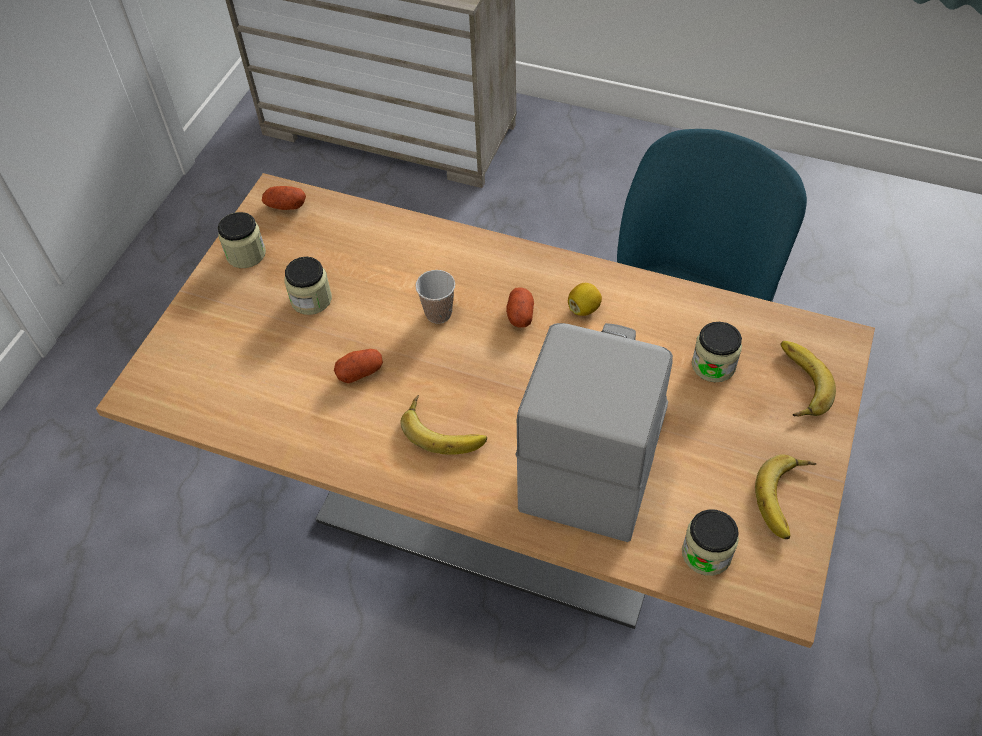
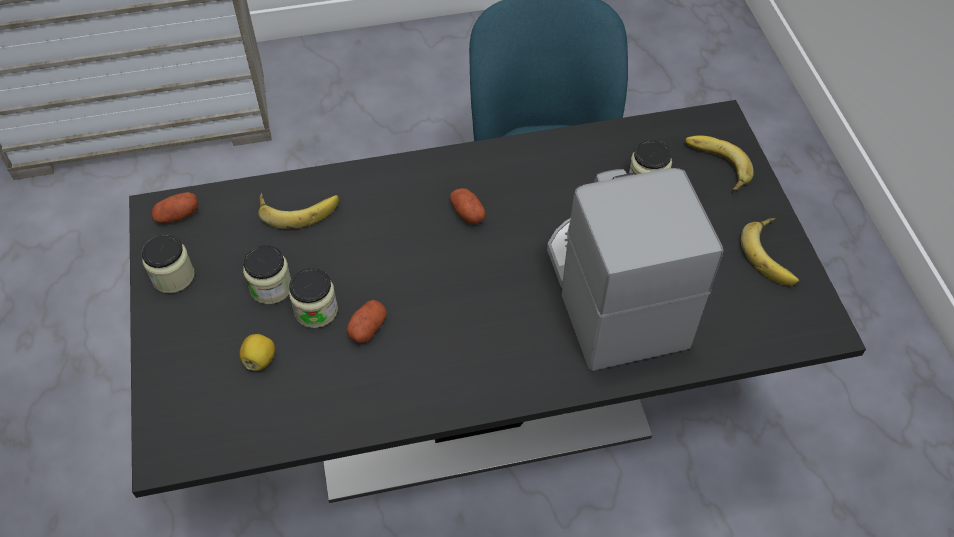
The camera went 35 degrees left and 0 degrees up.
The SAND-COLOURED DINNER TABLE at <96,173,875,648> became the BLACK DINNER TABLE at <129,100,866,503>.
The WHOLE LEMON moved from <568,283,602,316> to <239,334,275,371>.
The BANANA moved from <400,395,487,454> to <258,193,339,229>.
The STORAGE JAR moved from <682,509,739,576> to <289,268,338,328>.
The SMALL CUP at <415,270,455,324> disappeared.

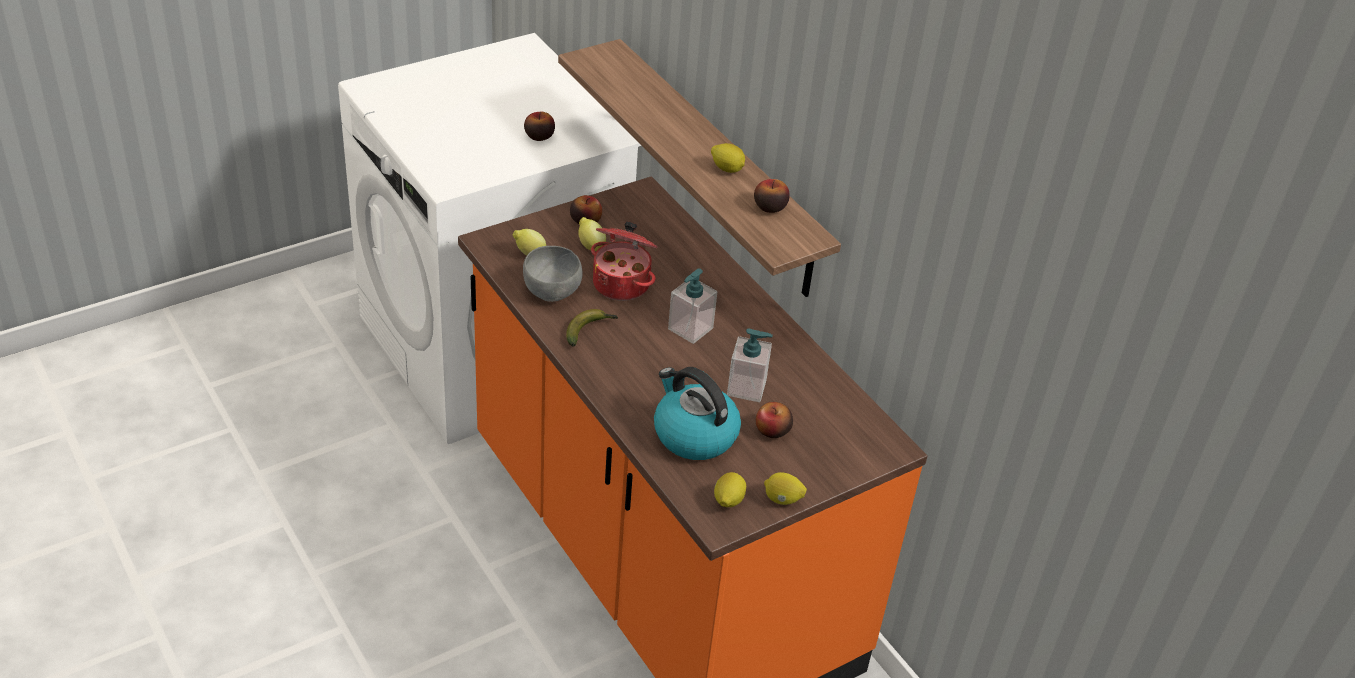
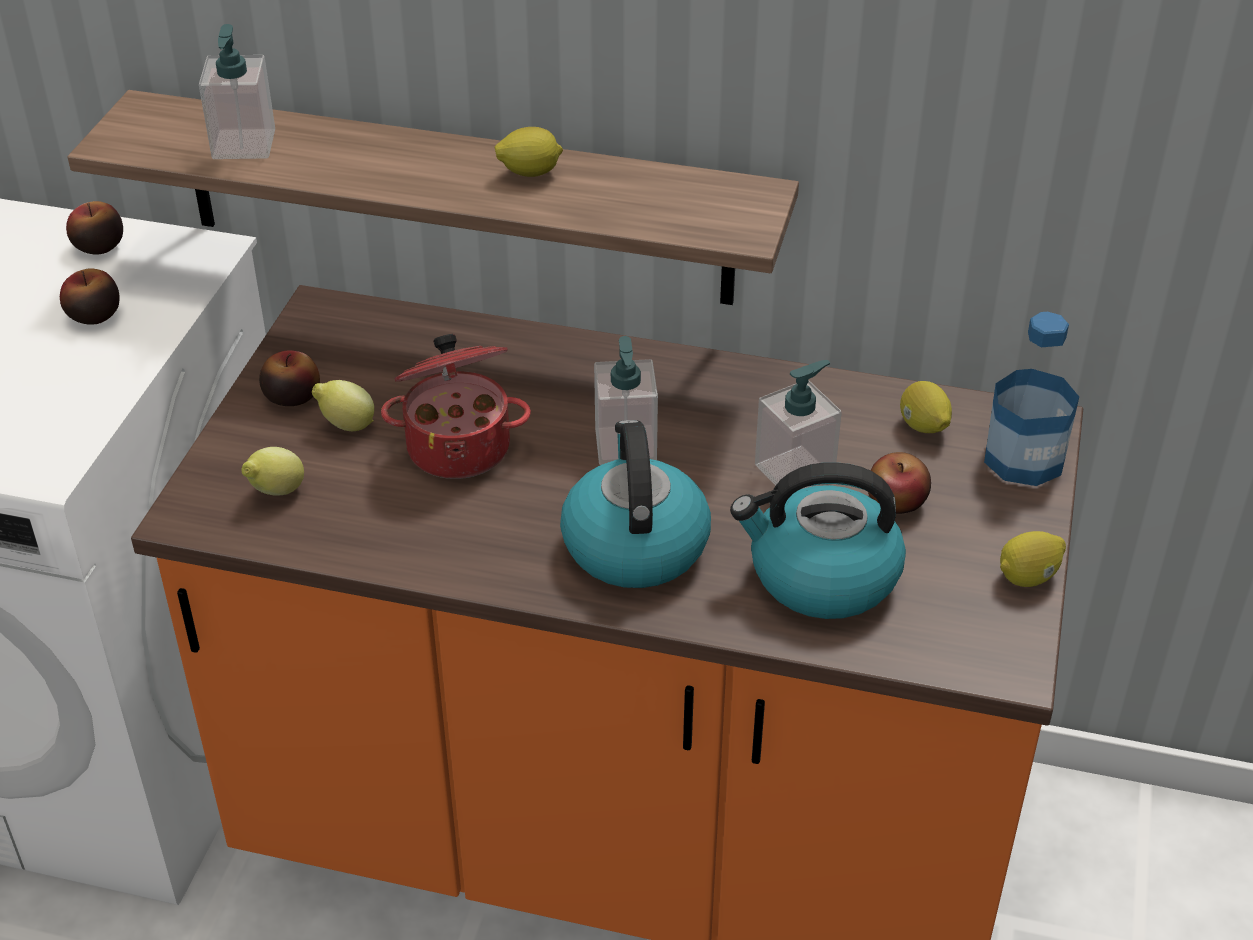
The camera went 40 degrees left and 0 degrees up.
The APPLE moved from <754,179,790,213> to <66,201,123,254>.
The LIQUID SOAP BOTTLE at <199,24,275,159> appeared.
The TEA KETTLE at <560,420,711,588> appeared.
The WHOLE LEMON moved from <714,472,746,507> to <900,381,952,433>.
The BOTTLE at <984,312,1079,486> appeared.
The GRAY BOWL at <523,246,583,302> disappeared.
The BANANA at <566,309,618,347> disappeared.

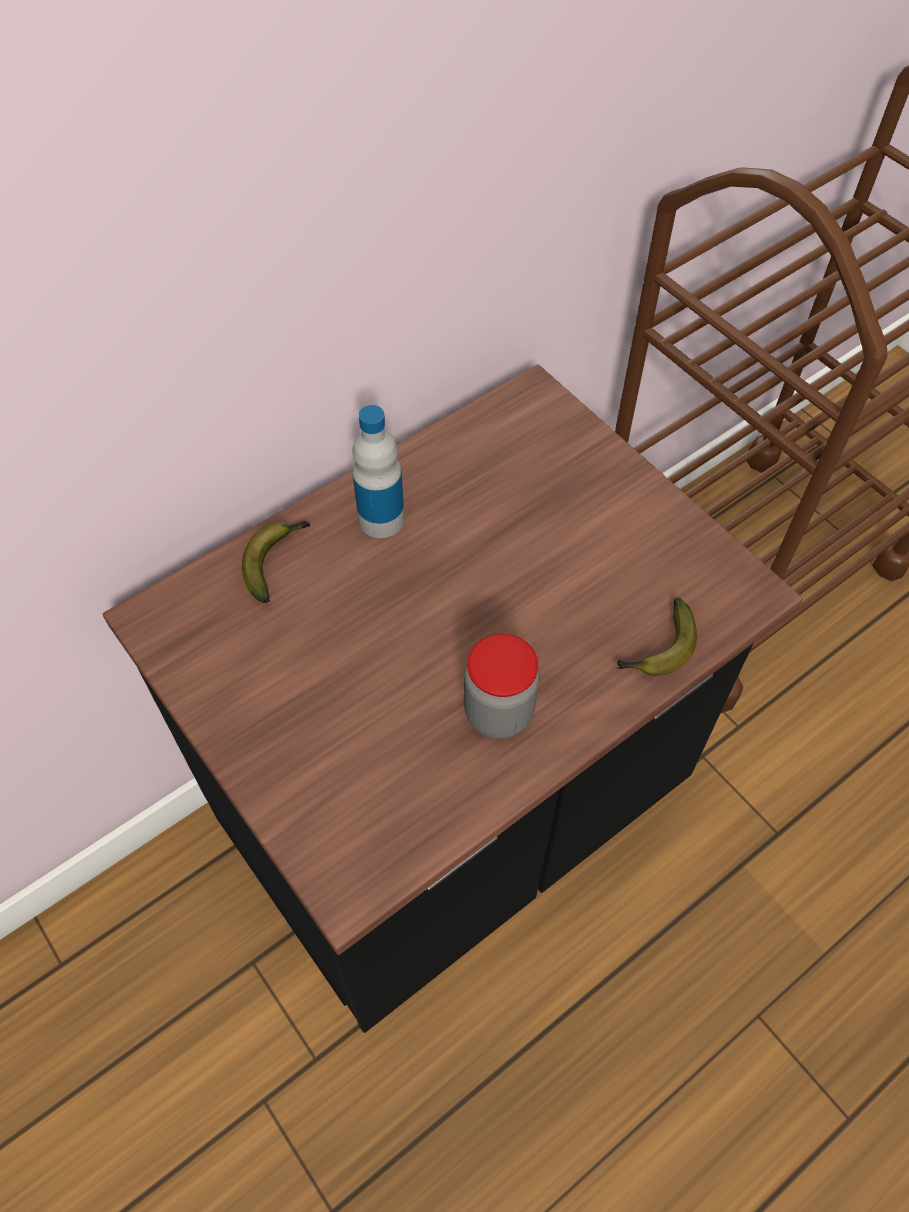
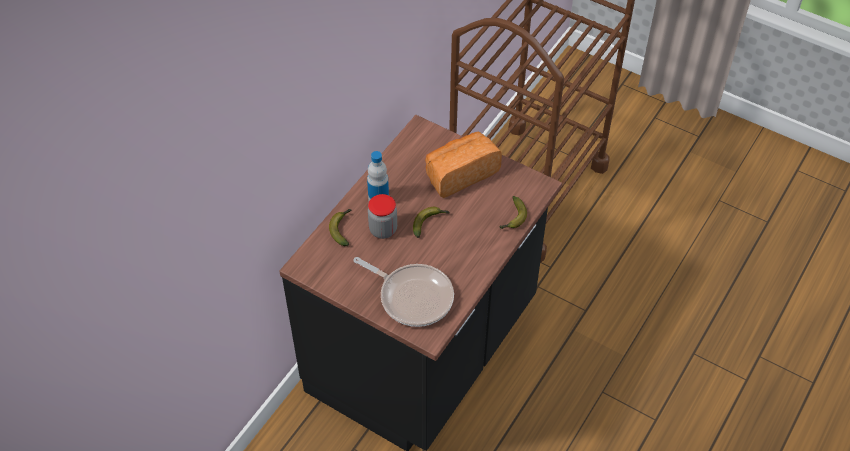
The camera went 20 degrees left and 5 degrees down.
The SKILLET at <353,257,454,327> appeared.
The STORAGE JAR moved from <464,633,539,739> to <368,194,397,239>.
The BANANA at <413,207,449,238> appeared.
The BREAD at <425,132,502,198> appeared.

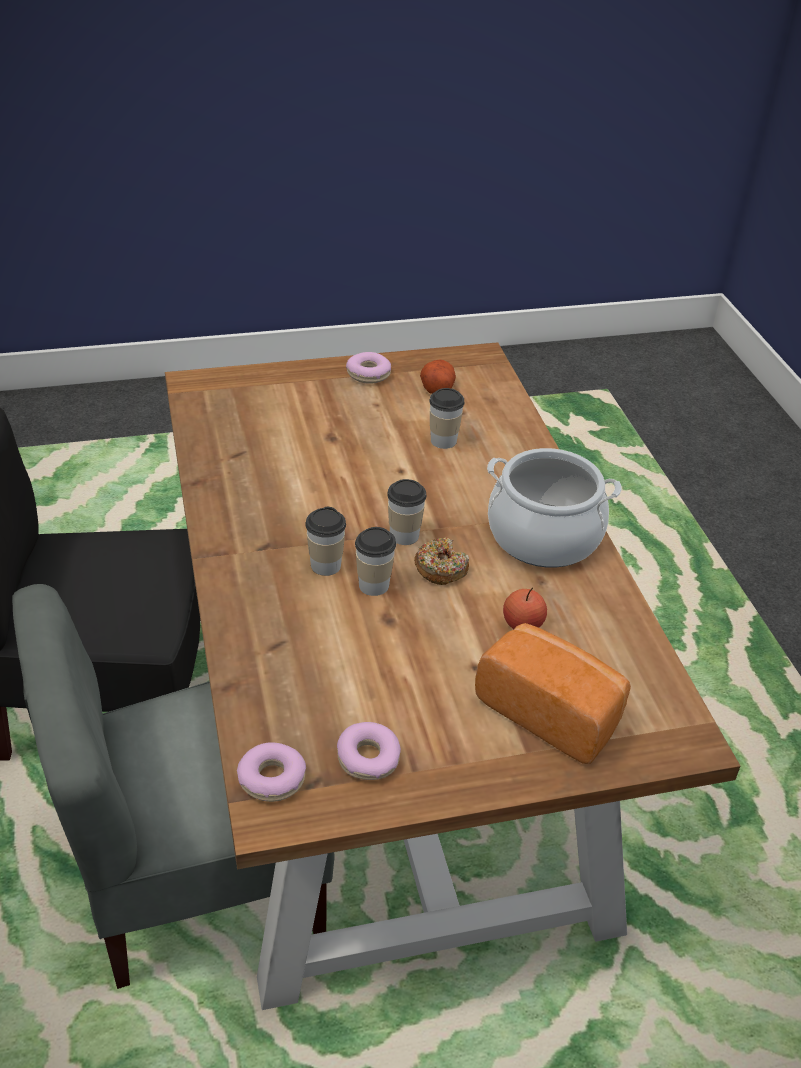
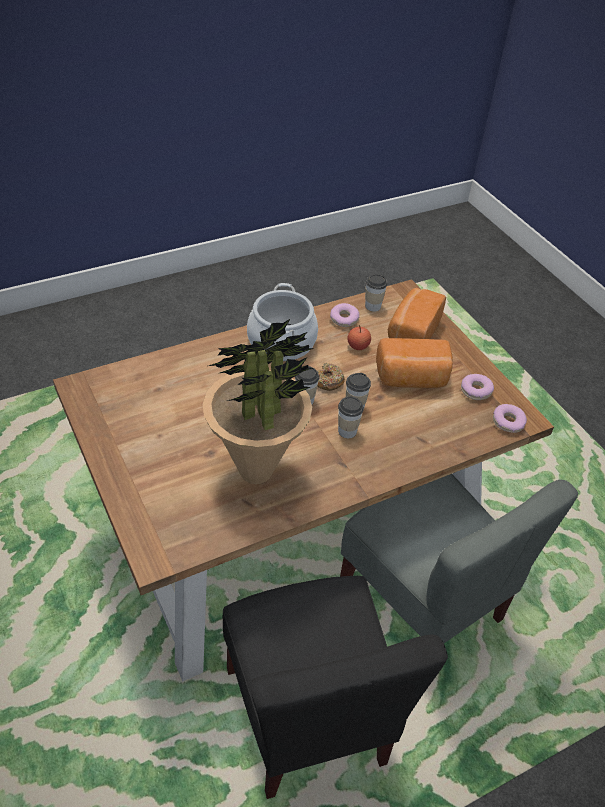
The camera went 105 degrees left and 5 degrees up.
The POTTED PLANT at <203,318,314,484> appeared.
The DONUT moved from <346,352,391,384> to <330,303,360,327>.
The SMALL CUP moved from <429,388,464,449> to <365,274,387,312>.
The BREAD at <376,338,453,388> appeared.
The SPUD at <420,360,456,394> disappeared.

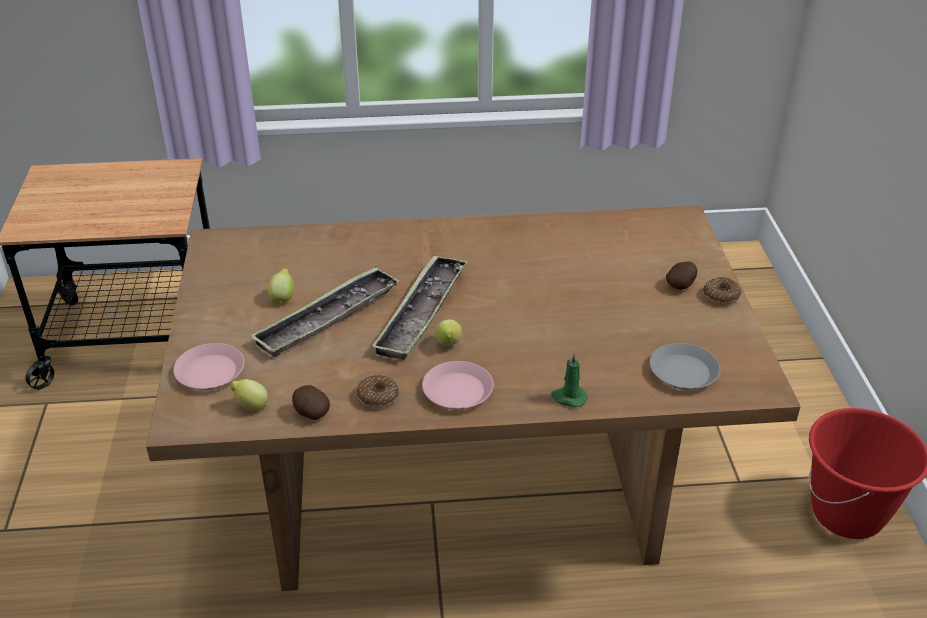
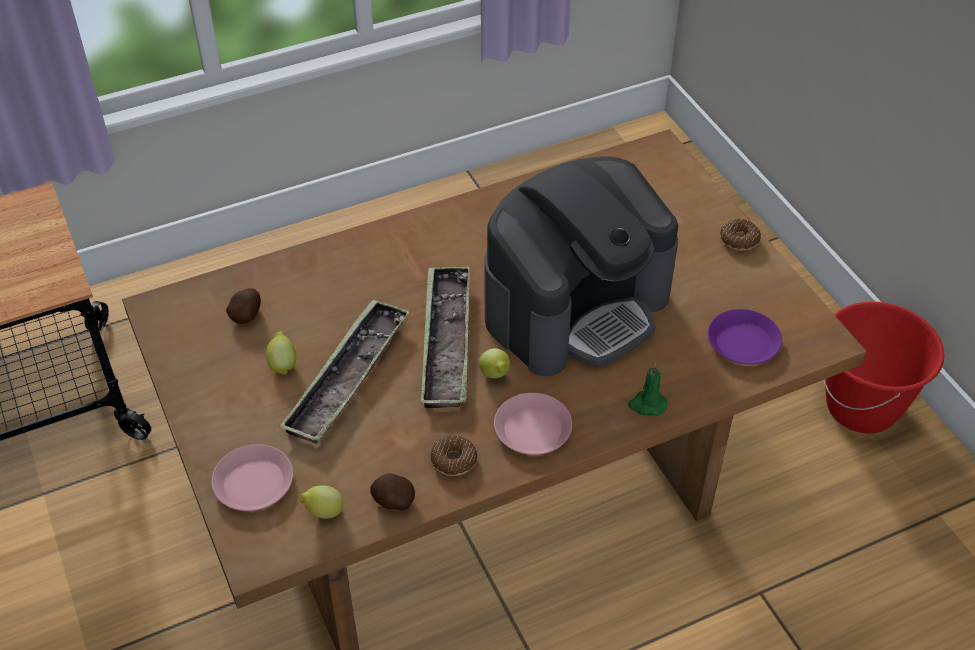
The camera went 20 degrees left and 10 degrees up.
The SPUD moved from <666,261,697,290> to <226,288,261,324>.
The COFFEE MACHINE at <485,156,678,376> appeared.
The GRAY FLAT DISH at <650,343,720,390> became the PURPLE-COLOURED FLAT DISH at <708,309,782,364>.

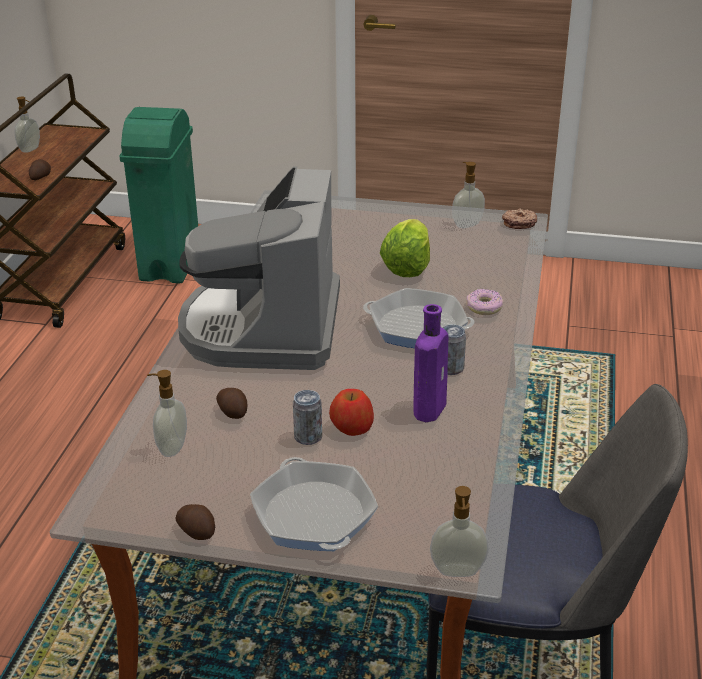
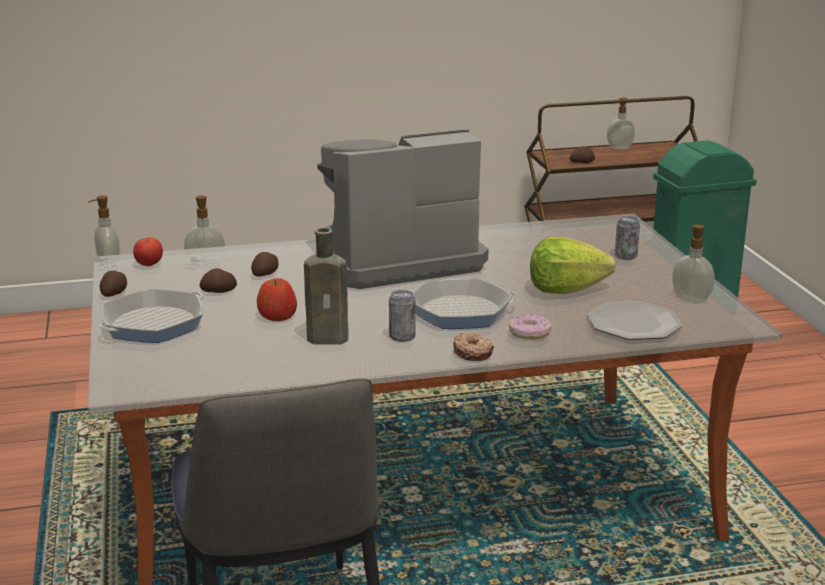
The camera went 65 degrees right and 10 degrees down.
The LIQUID SOAP BOTTLE moved from <430,486,489,577> to <88,195,120,270>.
The WHOLE TOMATO at <133,237,163,266> appeared.
The SPUD at <200,268,237,293> appeared.
The PURPLE-COLOURED BOTTLE at <414,304,449,422> became the BROWNISH BOTTLE at <304,228,349,344>.
The SKILLET at <363,288,475,348> turned 90 degrees counterclockwise.
The DONUT moved from <502,208,537,229> to <453,333,494,361>.
The FLAT DISH at <587,301,683,340> appeared.
The SEALED CAN moved from <293,390,322,445> to <615,216,640,260>.

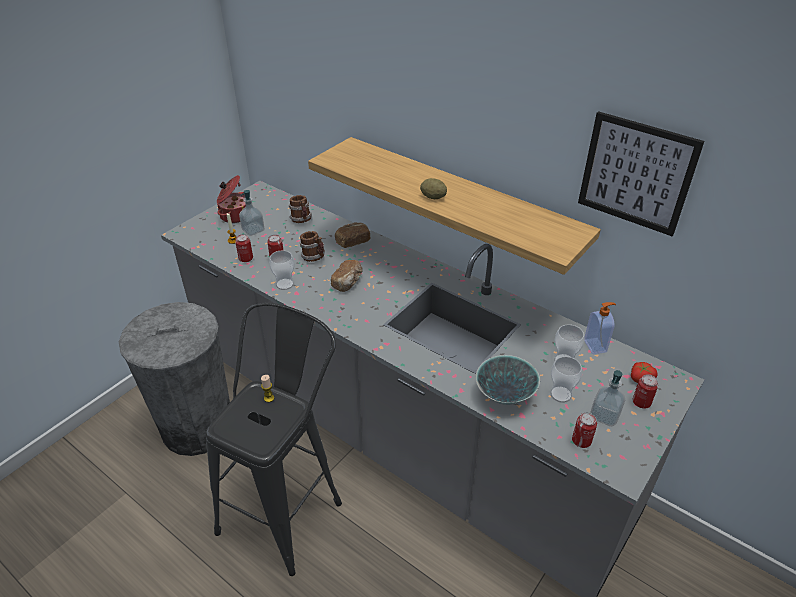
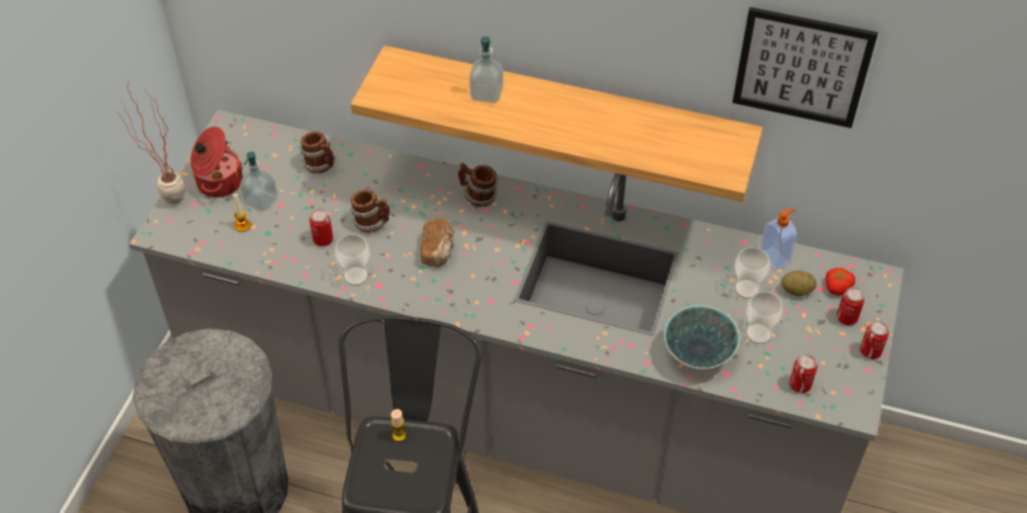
The camera went 20 degrees left and 10 degrees up.
The POTTED PLANT at <114,82,185,204> appeared.
The COFFEE MUG at <458,163,498,207> appeared.
The LIQUID SOAP BOTTLE moved from <590,370,625,426> to <469,36,503,103>.
The SPUD moved from <420,178,447,199> to <781,271,817,296>.
The SEALED CAN moved from <235,234,253,262> to <860,321,889,359>.
The BREAD at <335,222,371,248> disappeared.

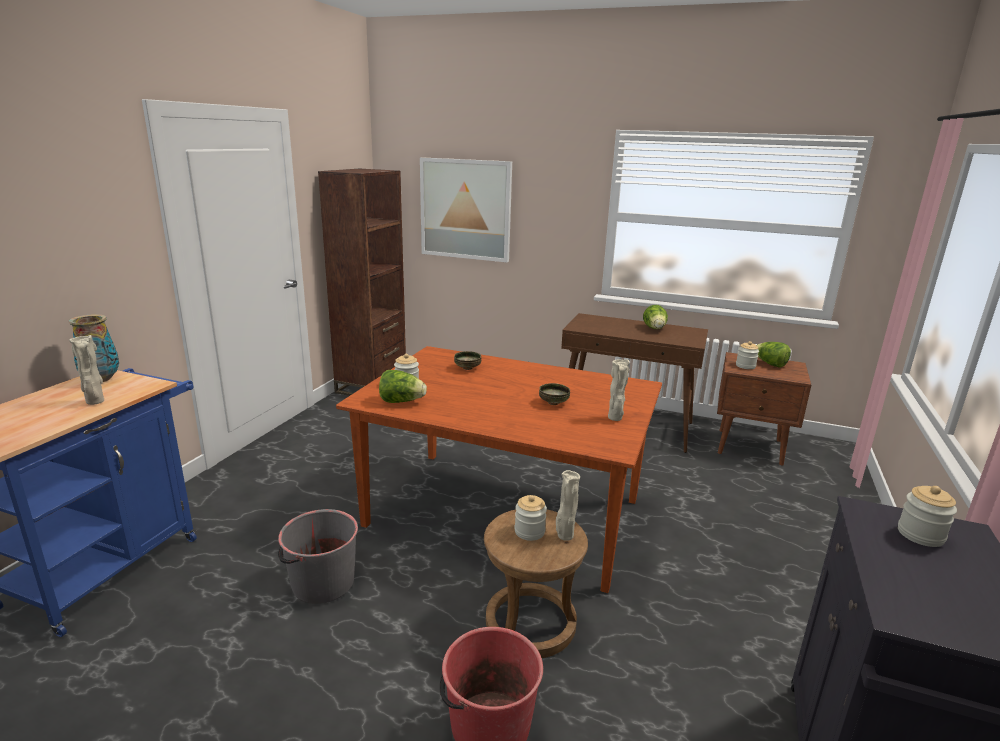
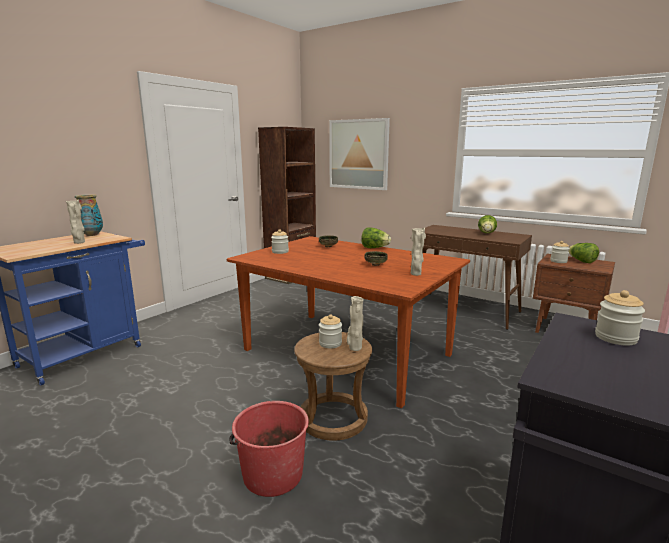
The camera went 15 degrees right and 5 degrees down.
The LETTUCE HEAD moved from <379,370,427,403> to <361,228,391,248>.
The GRAY WATER BUCKET at <278,509,358,604> disappeared.

